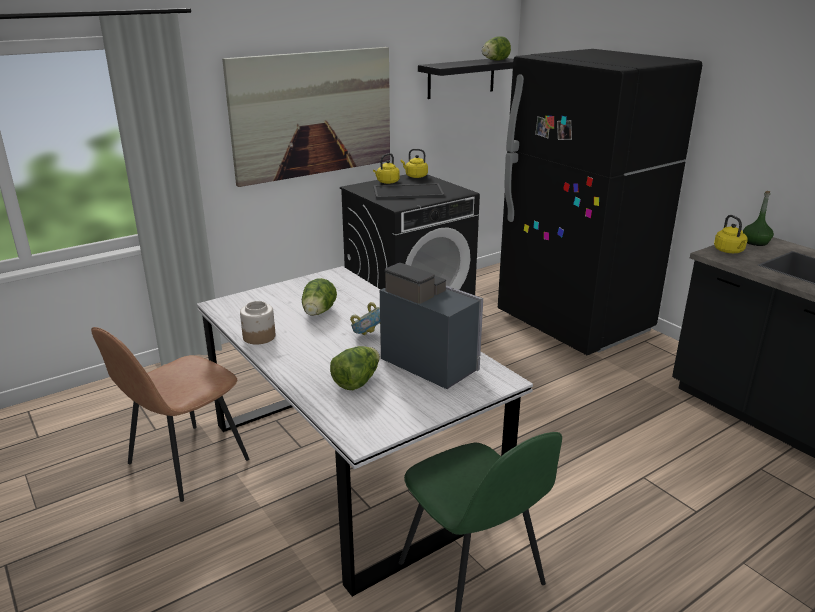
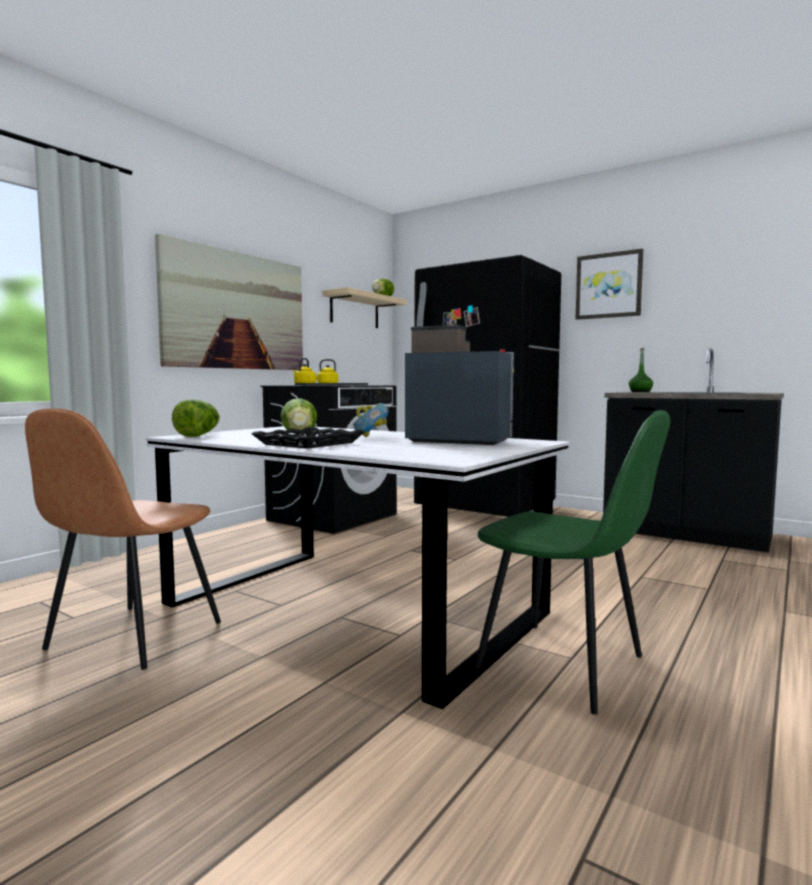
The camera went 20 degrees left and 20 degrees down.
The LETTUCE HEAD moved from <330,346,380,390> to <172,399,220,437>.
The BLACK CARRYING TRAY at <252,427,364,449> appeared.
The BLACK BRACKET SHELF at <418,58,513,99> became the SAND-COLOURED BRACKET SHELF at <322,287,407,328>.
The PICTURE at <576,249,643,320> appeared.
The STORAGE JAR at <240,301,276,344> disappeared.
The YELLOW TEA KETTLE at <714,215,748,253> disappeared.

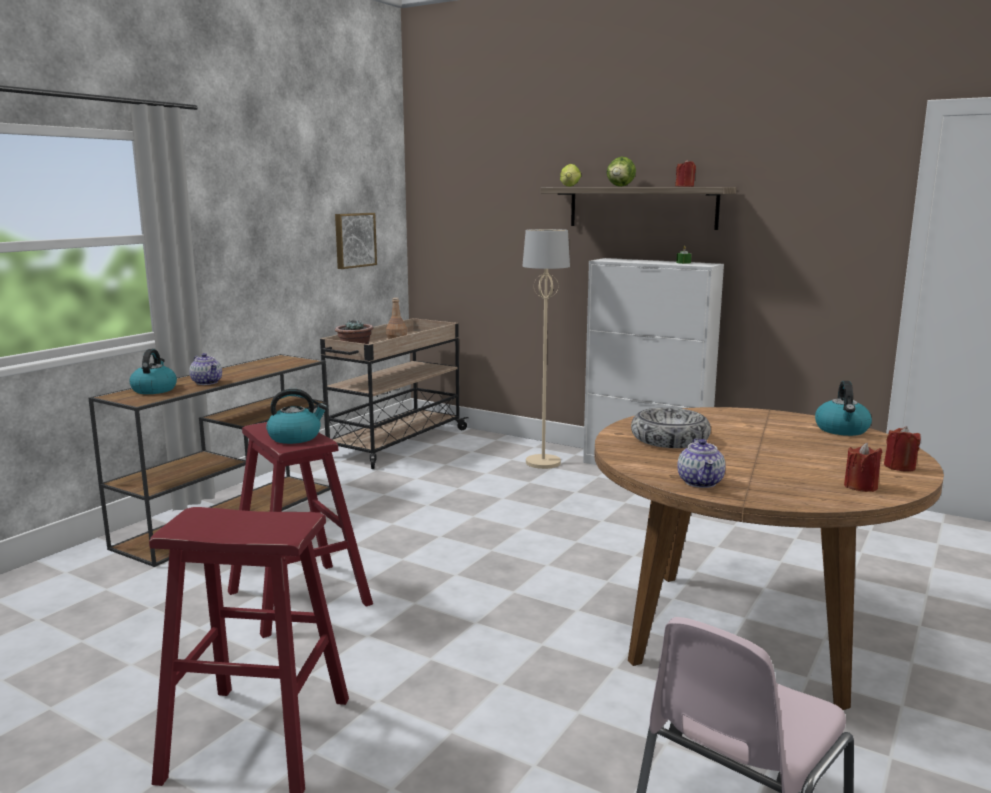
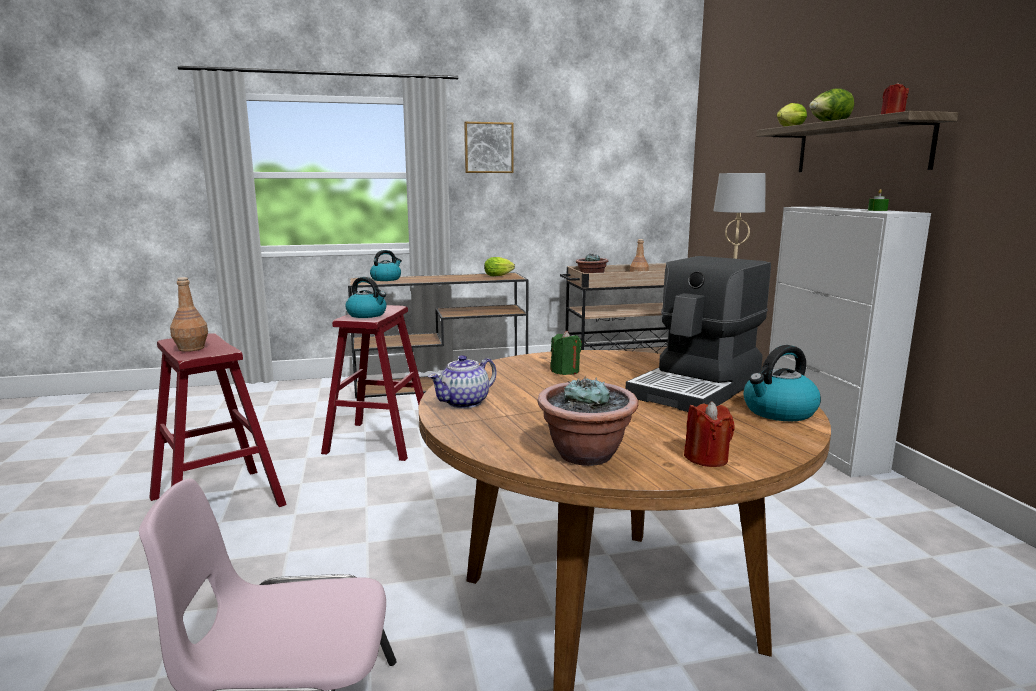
The camera went 45 degrees right and 0 degrees up.
The BROWNISH BOTTLE at <170,277,208,352> appeared.
The PICTURE moved from <335,213,377,269> to <464,122,514,173>.
The LETTUCE HEAD at <484,257,515,276> appeared.
The RED-COLOURED CANDLE at <844,443,882,492> was replaced by the POTTED PLANT at <537,376,638,466>.
The BOWL at <631,408,711,448> was replaced by the GREEN CANDLE at <550,331,582,375>.
The COFFEE MACHINE at <626,256,771,412> appeared.
The TEA POT at <189,353,222,385> disappeared.

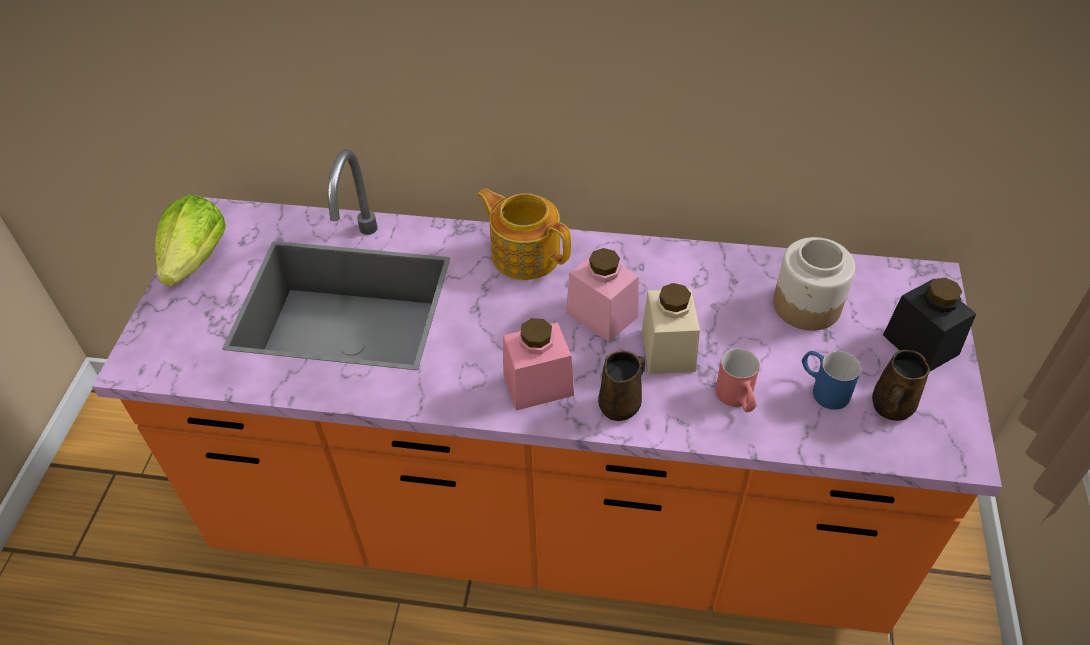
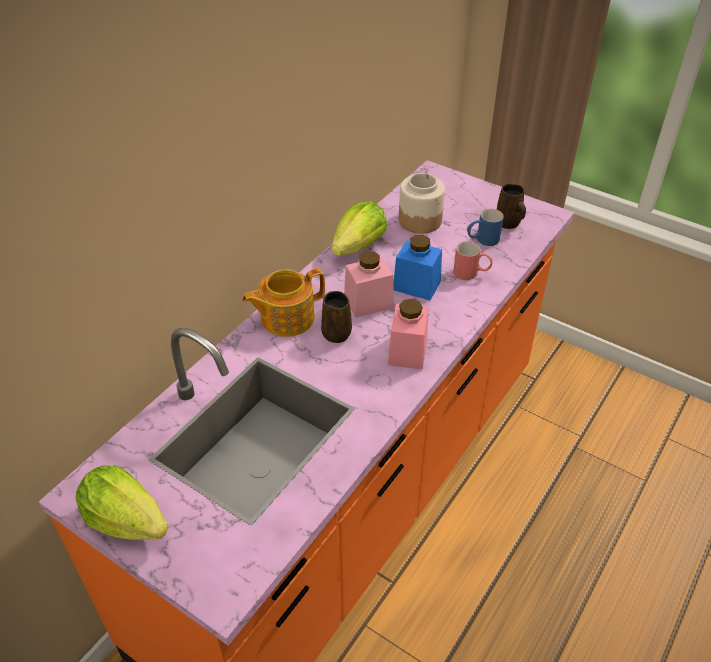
The camera went 65 degrees left and 5 degrees down.
The BROWNISH COFFEE MUG moved from <598,351,645,421> to <321,291,352,343>.
The LETTUCE HEAD at <332,201,387,256> appeared.
The SAND-COLOURED STORAGE JAR at <642,283,700,374> became the BLUE-COLOURED STORAGE JAR at <393,235,442,301>.
The BLACK STORAGE JAR at <883,278,976,371> disappeared.

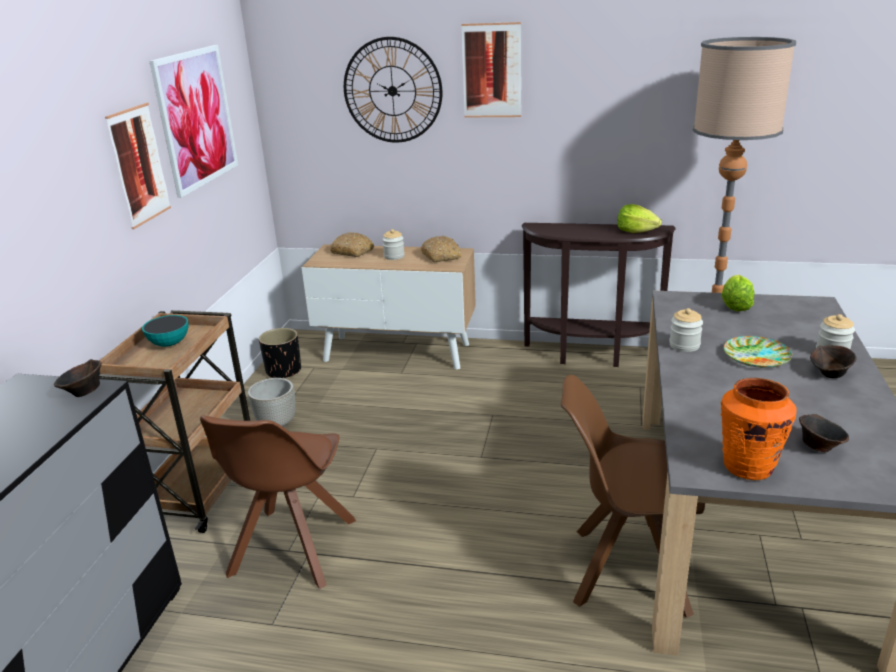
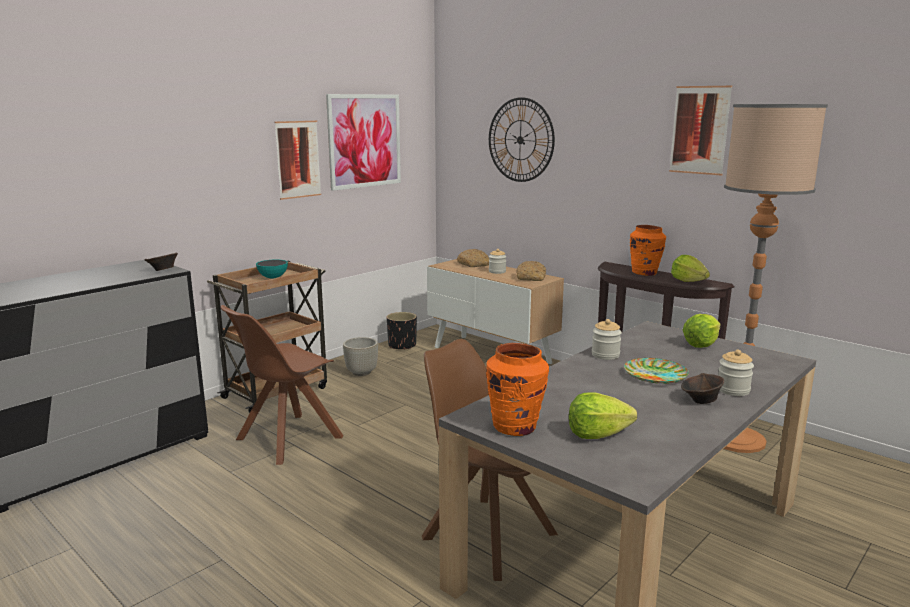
The camera went 30 degrees right and 10 degrees down.
The BROWNISH BOWL at <799,414,849,452> was replaced by the LETTUCE HEAD at <569,393,637,439>.
The ORANGE DECORATIVE VASE at <630,225,666,276> appeared.
The PICTURE moved from <461,22,521,117> to <669,86,732,176>.

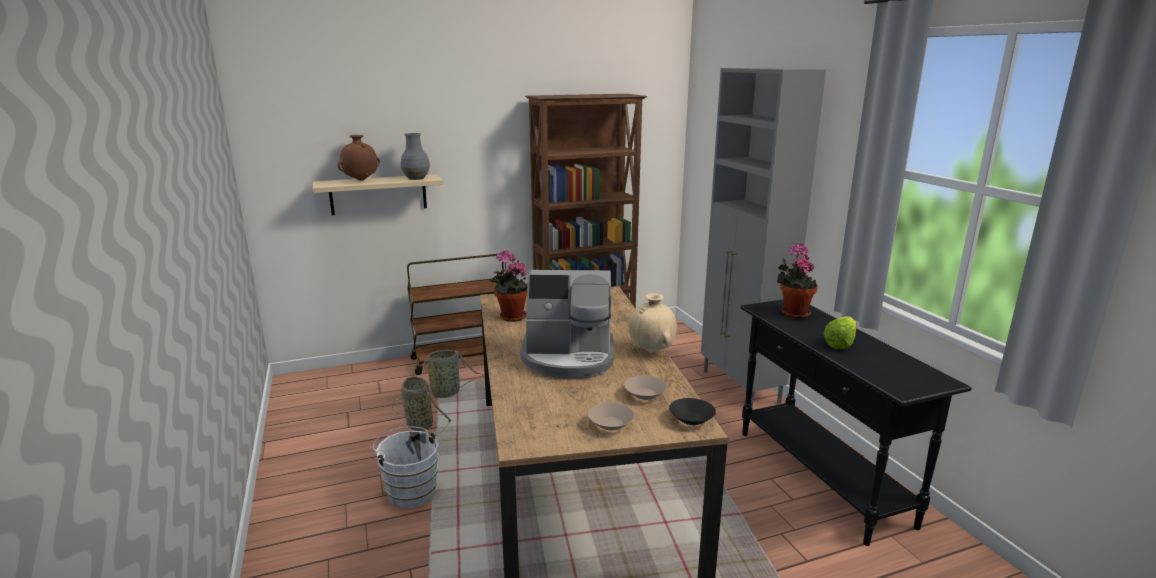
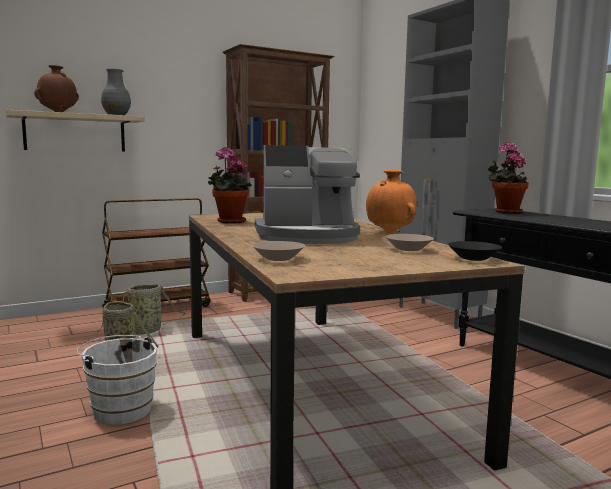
The camera went 10 degrees left and 10 degrees down.
The SAND-COLOURED BOWL moved from <588,403,635,430> to <252,241,305,261>.
The SAND-COLOURED DECORATIVE VASE at <629,293,677,353> became the ORANGE DECORATIVE VASE at <366,170,417,233>.
The LETTUCE HEAD at <824,317,856,349> disappeared.

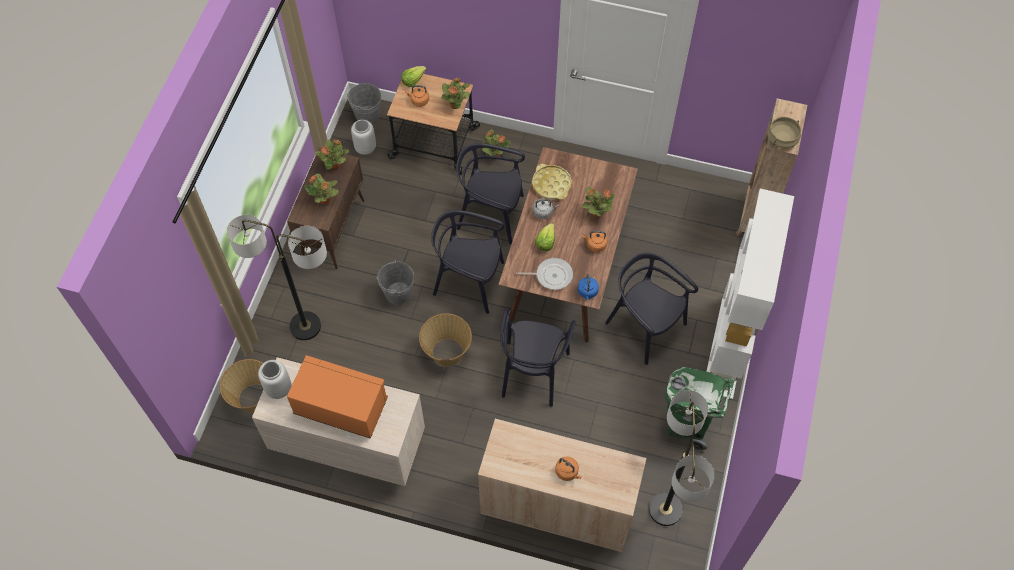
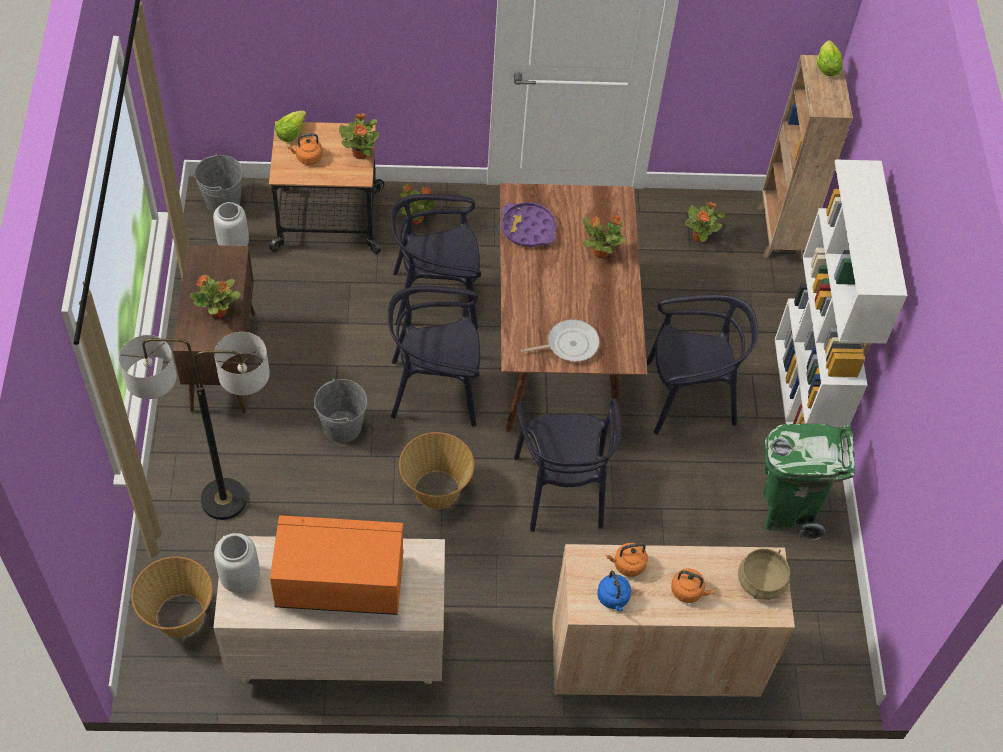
The camera went 20 degrees left and 5 degrees down.
The YELLOW CARRYING TRAY at <532,164,572,200> became the PURPLE-COLOURED CARRYING TRAY at <501,202,556,247>.
The BLUE-COLOURED TEA KETTLE moved from <578,274,599,300> to <597,571,631,612>.
The ORANGE TEA KETTLE moved from <582,231,608,252> to <606,543,648,577>.
The BLACK CHAIR at <605,253,698,365> turned 150 degrees clockwise.
The POTTED PLANT moved from <315,139,349,170> to <685,202,726,243>.
The SAND-COLOURED SAUCEPOT moved from <767,117,801,148> to <738,548,790,600>.
The LETTUCE HEAD moved from <535,223,555,252> to <817,40,843,76>.
The GRAY TEA KETTLE at <533,199,559,219> disappeared.
The STANDING LAMP at <649,390,715,526> disappeared.

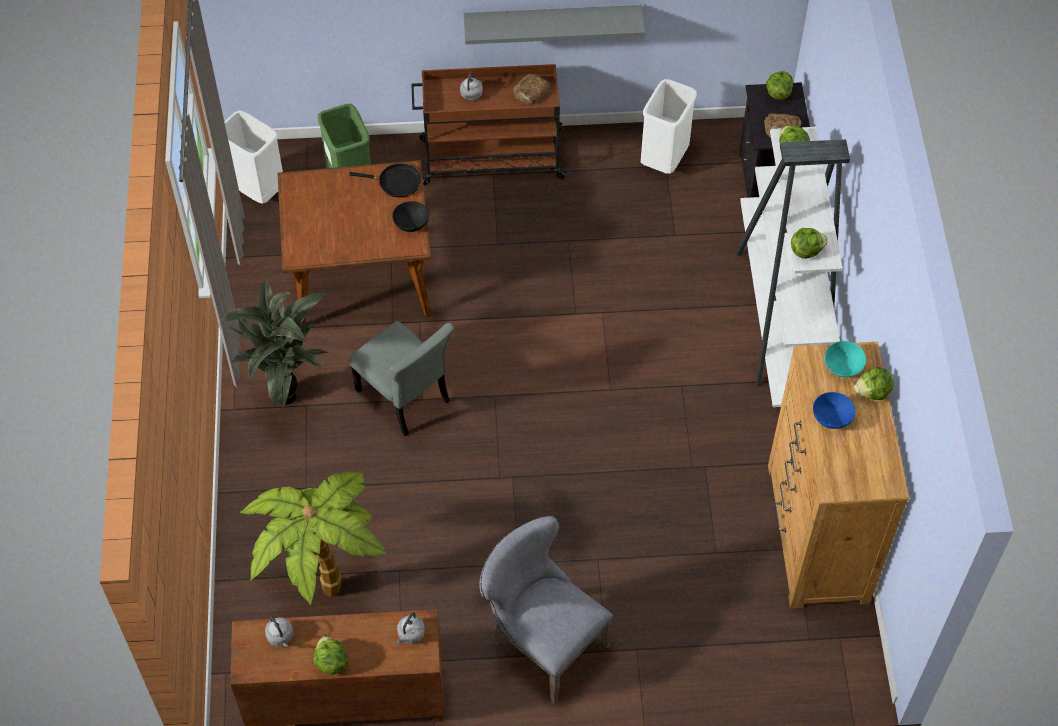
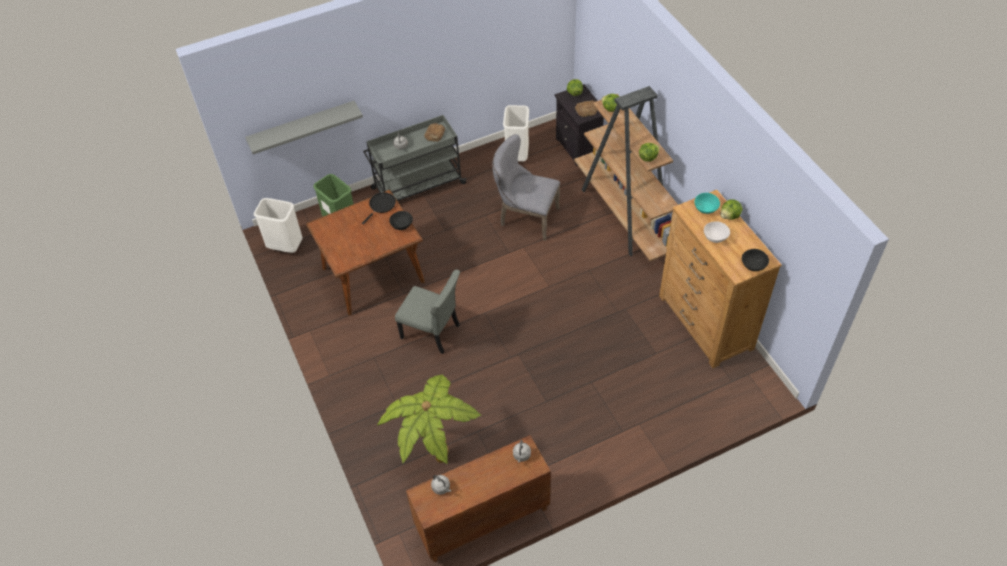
The camera went 20 degrees left and 5 degrees down.
The GRAY BRACKET SHELF moved from <464,5,645,44> to <245,101,363,154>.
The BLACK SKILLET at <349,163,421,197> turned 45 degrees counterclockwise.
The BROWNISH TROLLEY at <411,64,567,186> became the GRAY TROLLEY at <363,115,467,201>.
The GRAY CHAIR moved from <479,516,613,705> to <492,134,560,241>.
The WHITE SHELVING UNIT at <736,127,850,407> became the BROWNISH SHELVING UNIT at <574,86,678,261>.
The BLUE-COLOURED BOWL at <813,392,855,429> became the WHITE BOWL at <704,221,730,243>.
The BLACK BOWL at <742,249,769,271> appeared.
The POTTED PLANT at <220,277,329,408> disappeared.
The LETTUCE HEAD at <313,636,348,675> disappeared.

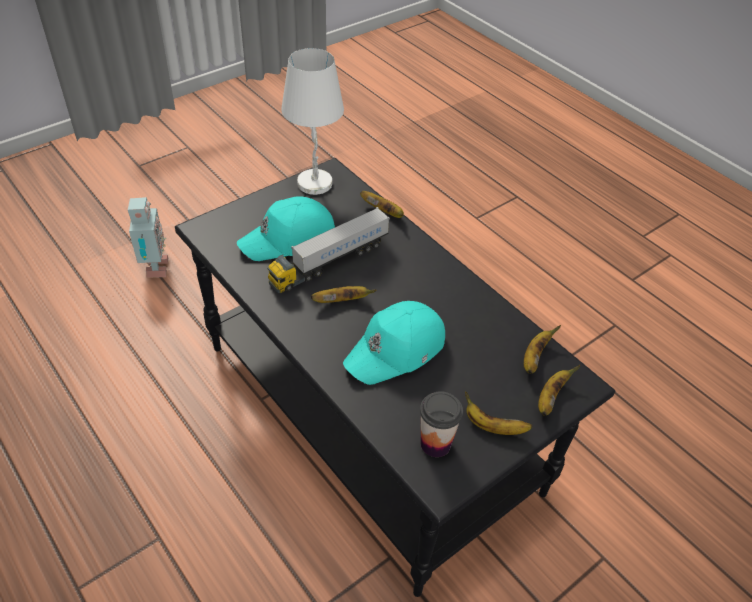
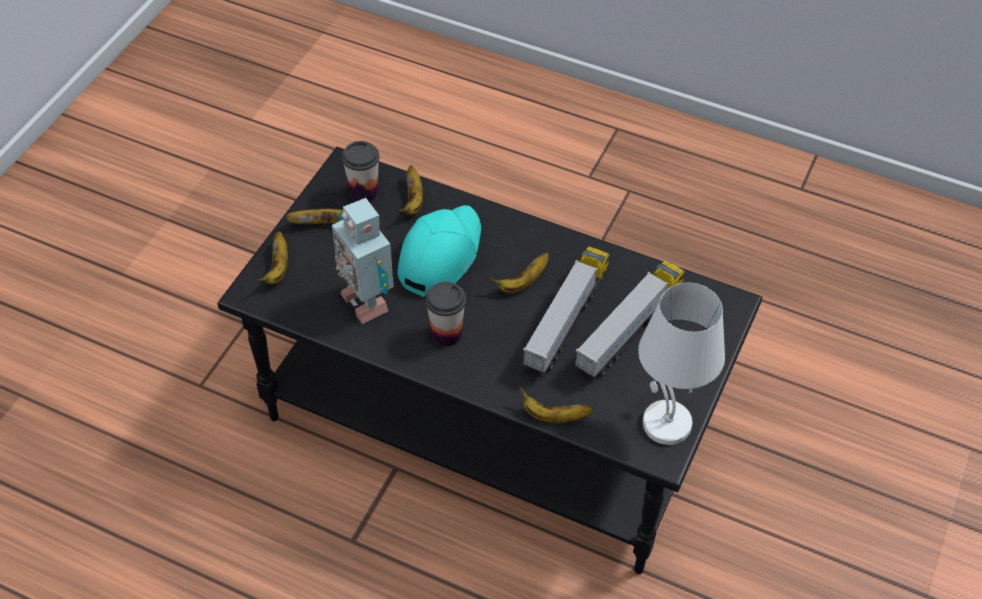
The camera went 155 degrees right and 5 degrees up.
The ROBOT FIGURE moved from <128,197,168,278> to <332,198,394,324>.
The BANANA moved from <524,325,561,374> to <399,165,423,215>.
The SMALL CUP at <425,282,466,346> appeared.
The TURQUOISE-COLOURED PEAKED CAP at <237,196,335,261> was replaced by the TOY TRUCK at <575,261,685,378>.

